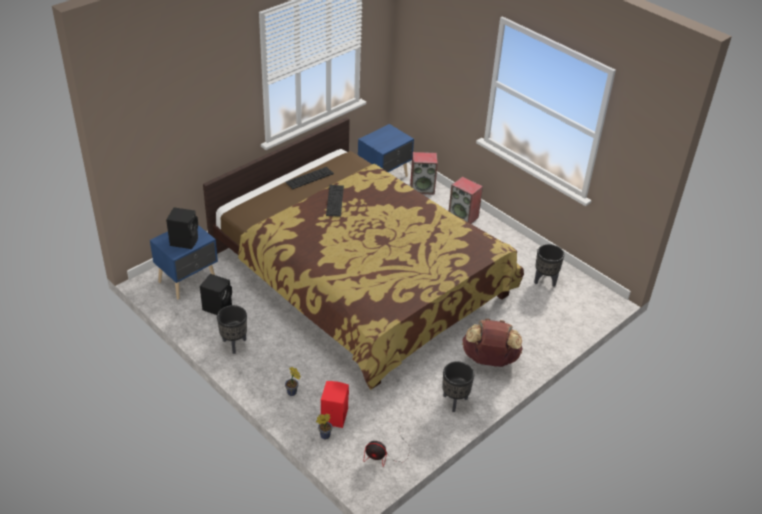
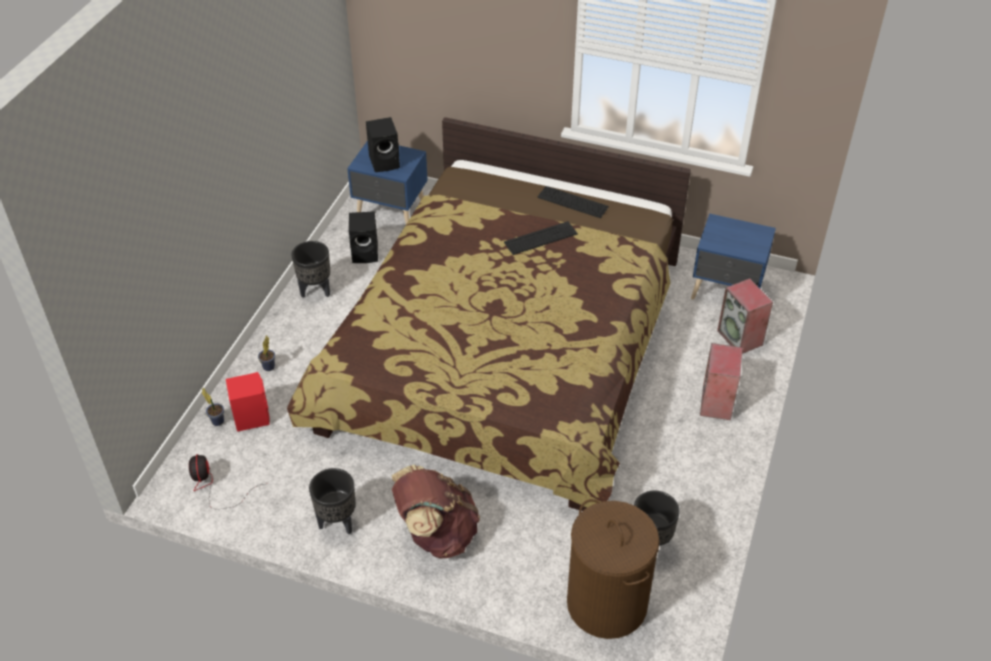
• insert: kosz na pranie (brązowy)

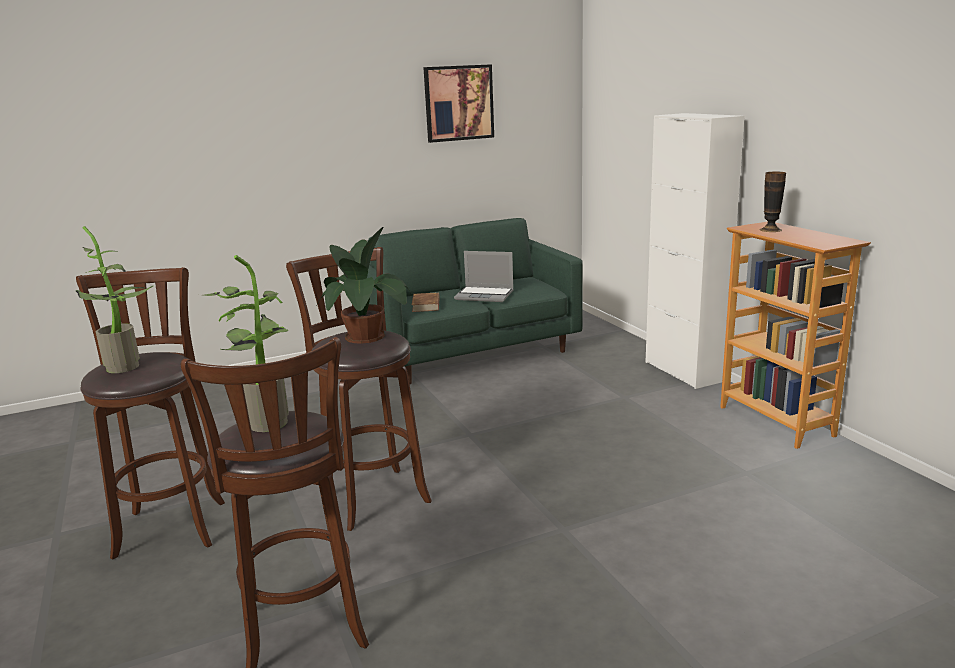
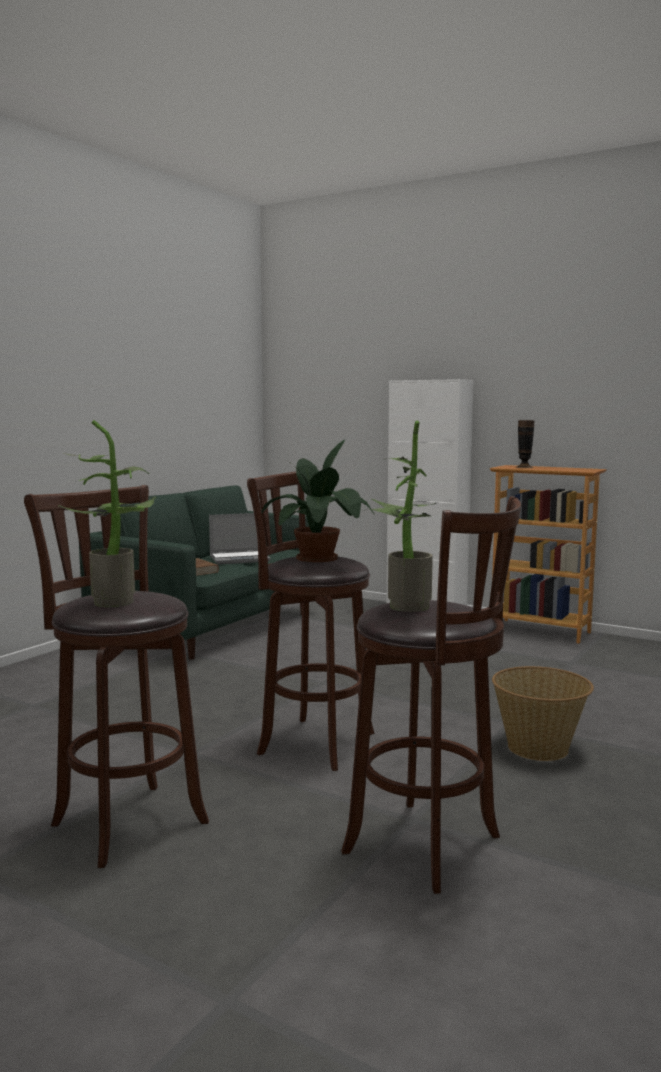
• delete: obraz
• insert: koszyk

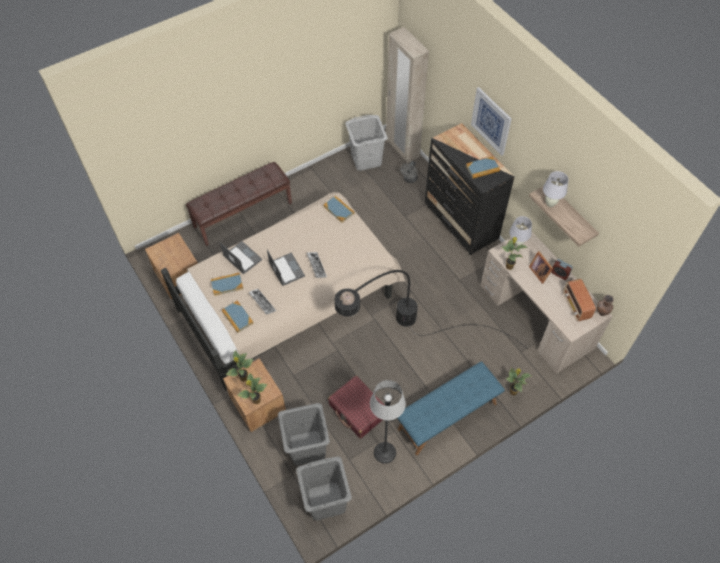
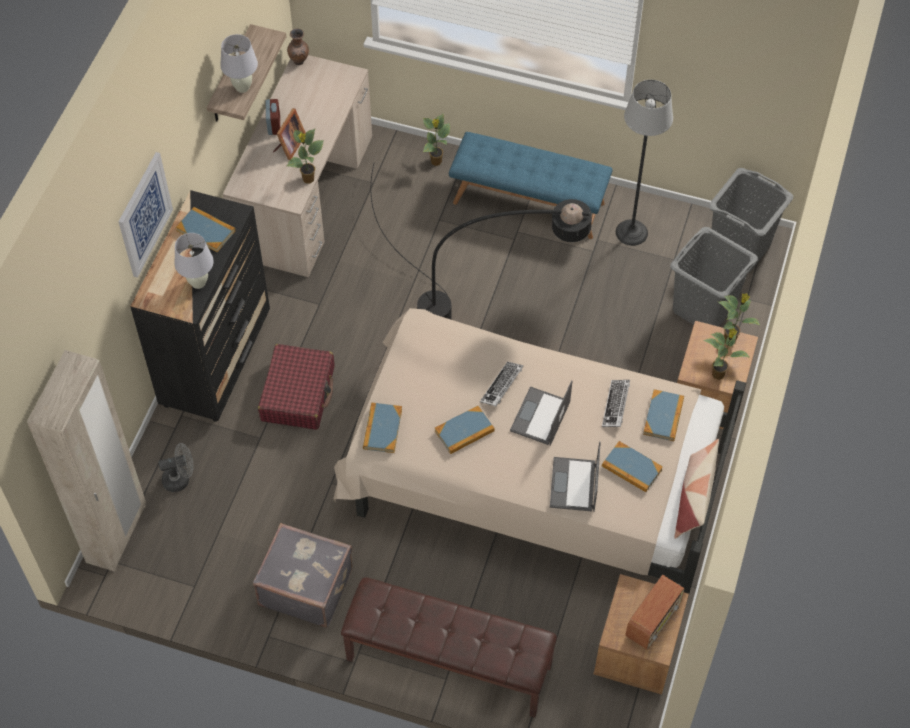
• delete: kosz na pranie (szary) (3rd from left)
• move: lampa stołowa (biały) (1st from left)
• move: radio
• move: walizka (czerwony)
• insert: książka (3rd from left)
• insert: poduszka
• insert: walizka (szary)

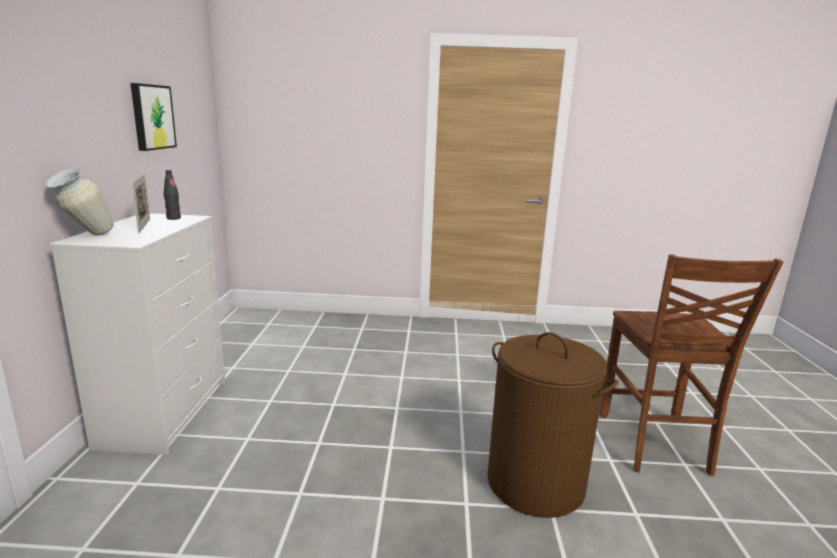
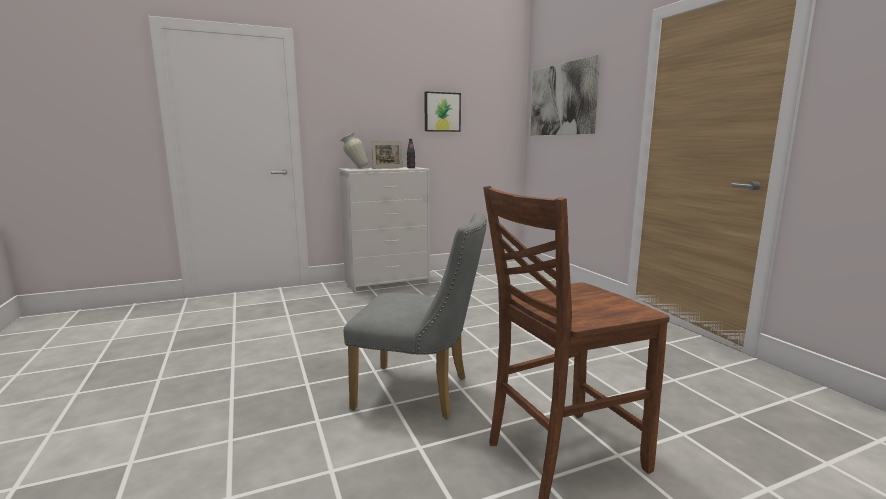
• replace: kosz na pranie (brązowy) to krzesło (szary)
• insert: obraz (2nd from left)

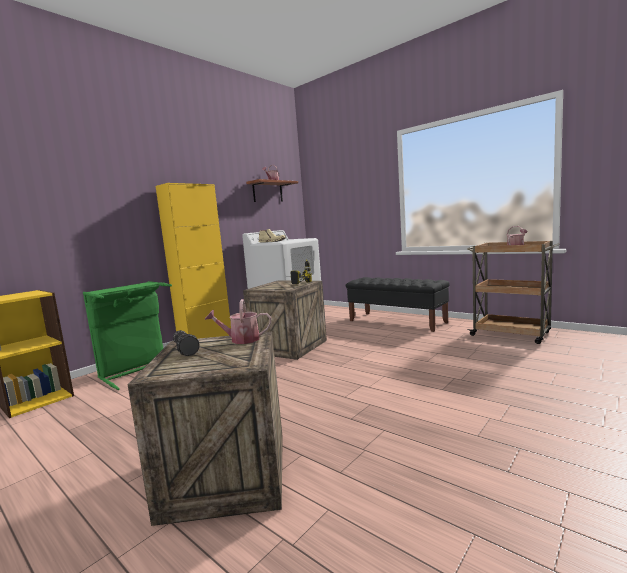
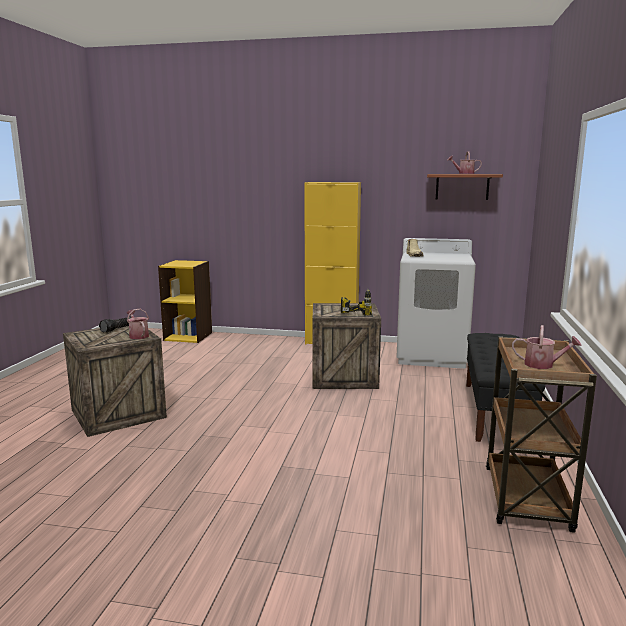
• delete: kosz na pranie (zielony)

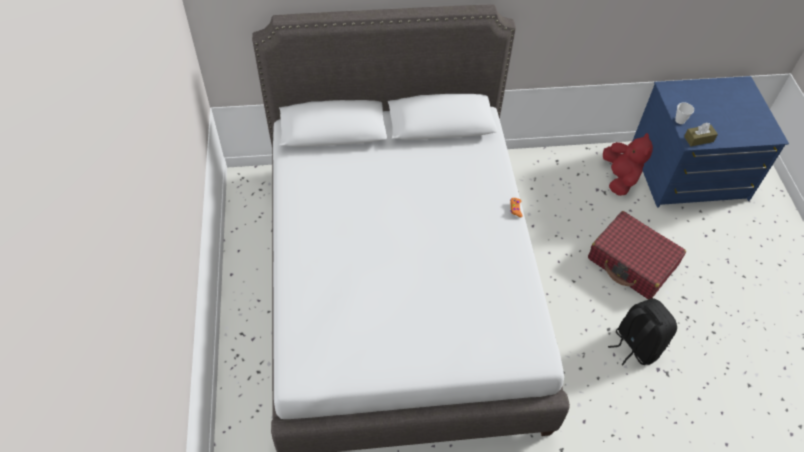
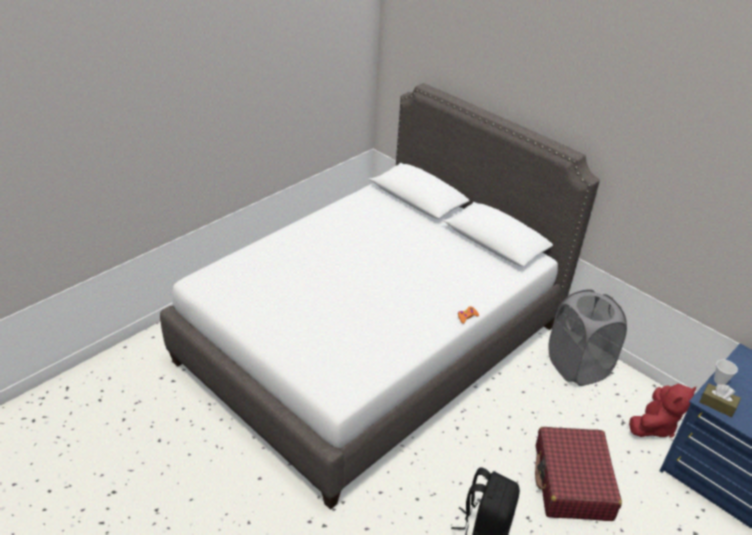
• insert: kosz na pranie (szary)

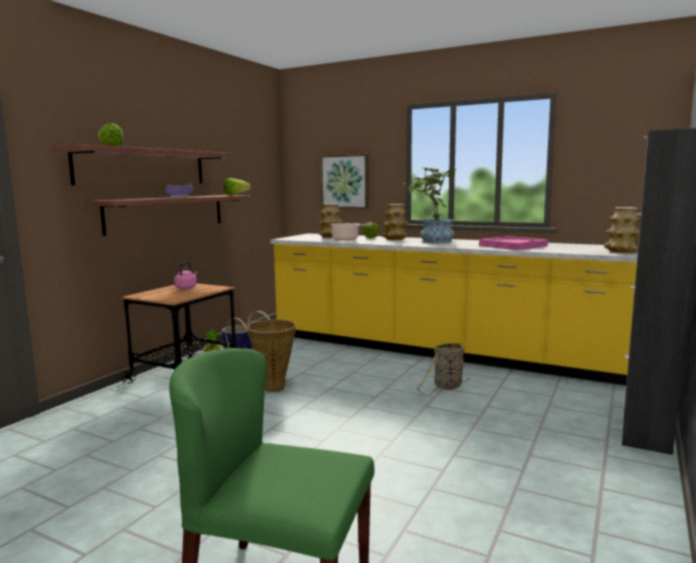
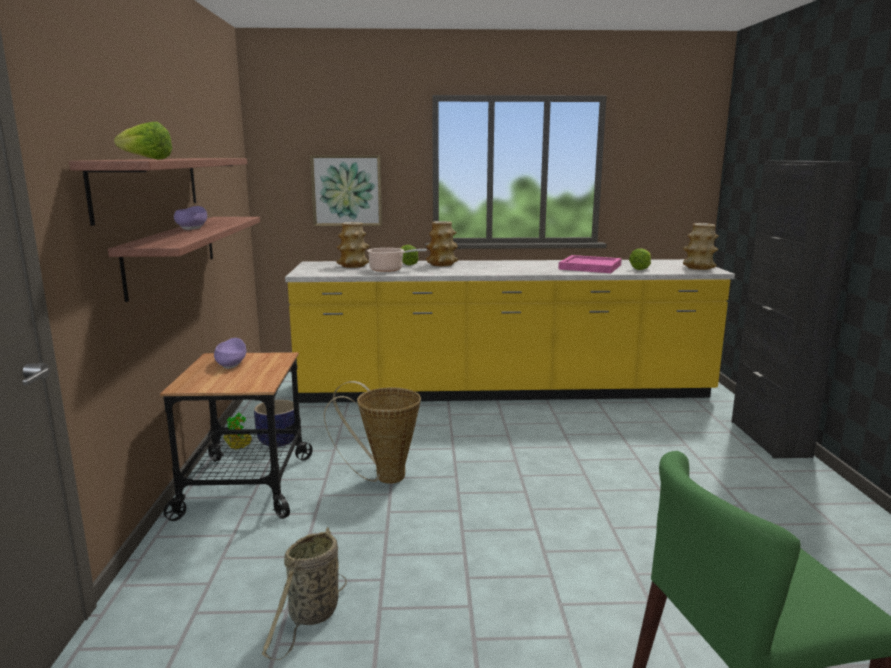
• delete: roślina doniczkowa (2nd from left)
• move: sałata (2nd from left in the first image) to sałata (3rd from left)
• replace: czajnik (różowy) to miska (fioletowy) (2nd from left)
• move: koszyk (2nd from left in the first image) to koszyk (1st from left)

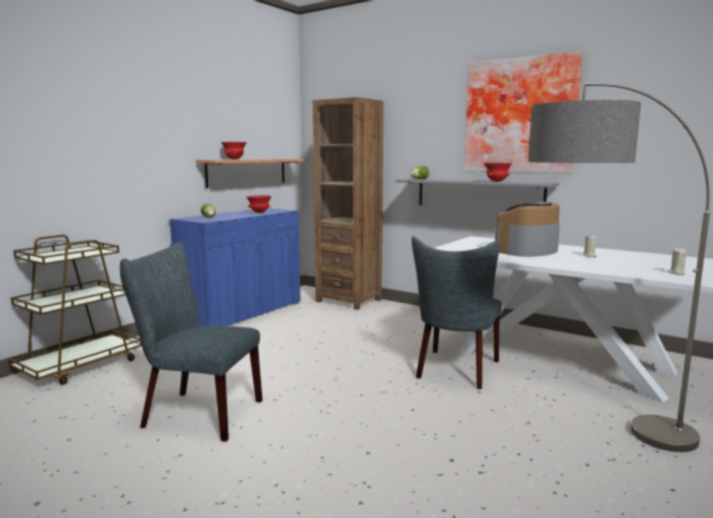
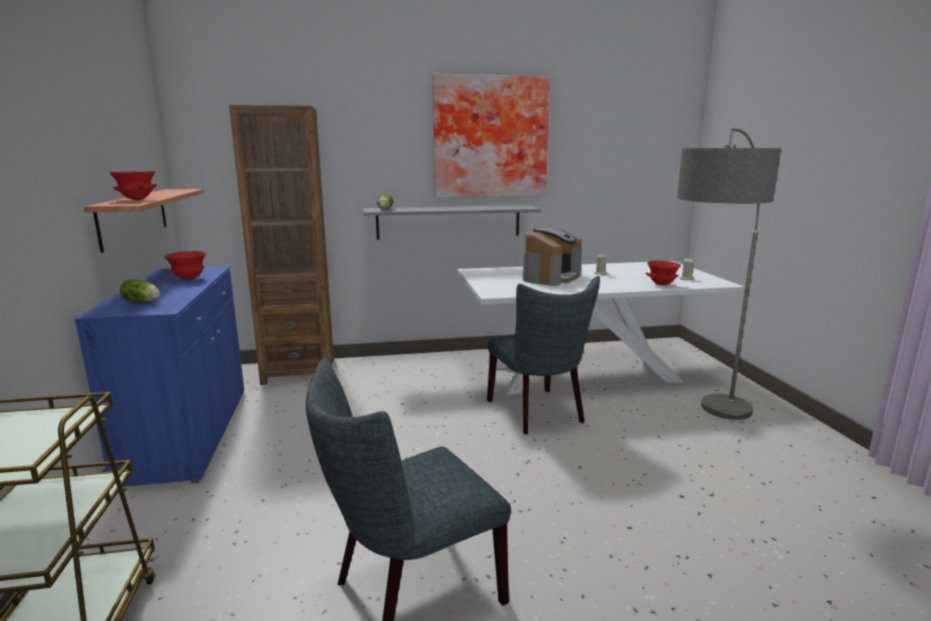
• move: miska (czerwony) (3rd from left)
• rotate: ekspres do kawy 150 degrees counterclockwise

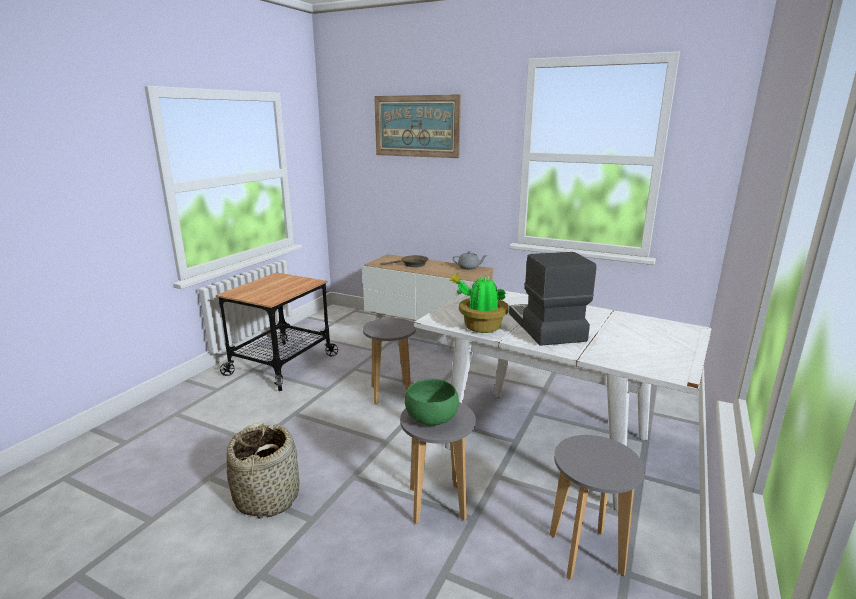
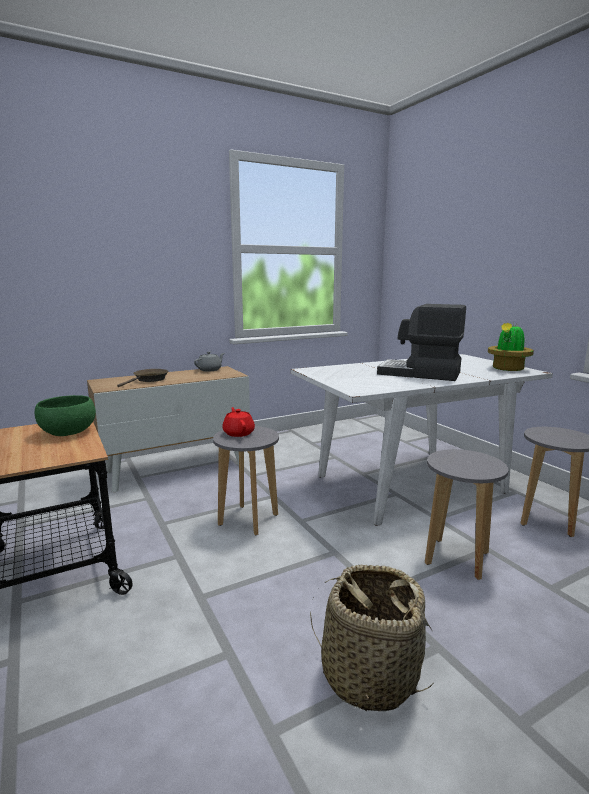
• delete: obraz
• move: roślina doniczkowa
• move: miska (zielony)
• insert: imbryk (czerwony)

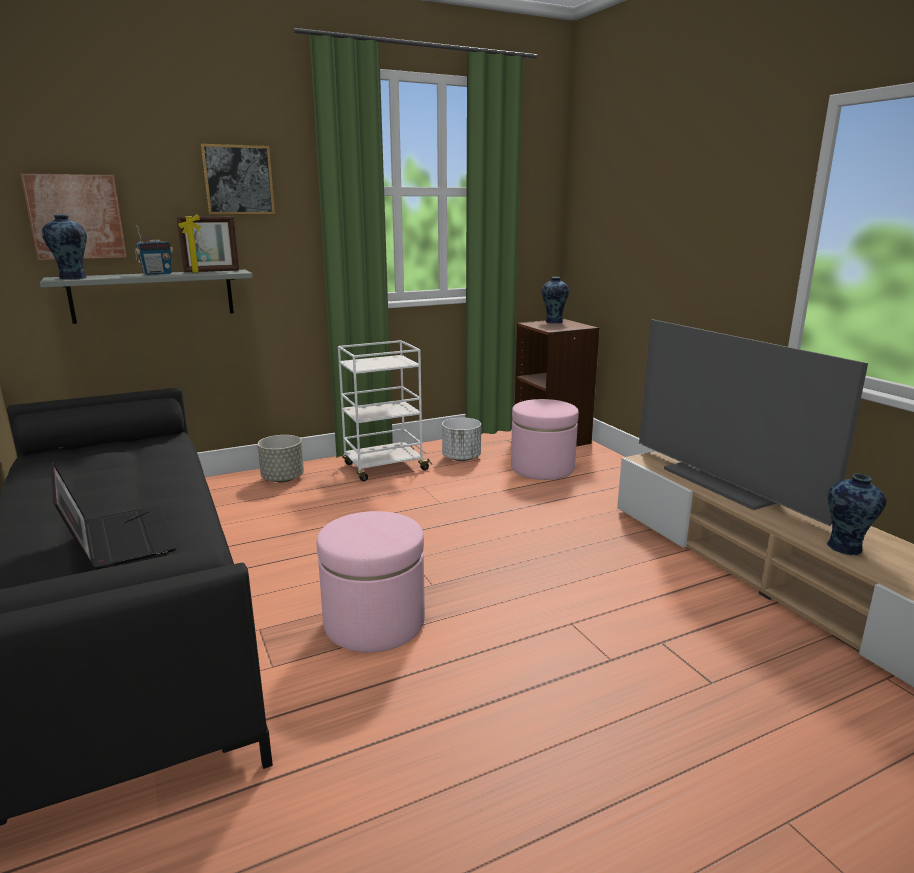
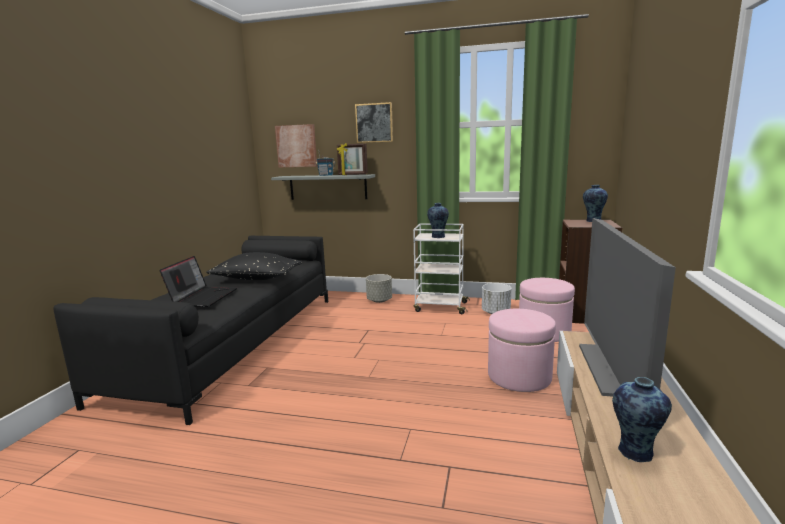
• move: wazon (1st from left)
• move: pufa (różowy) (1st from left)
• insert: poduszka (czarny)

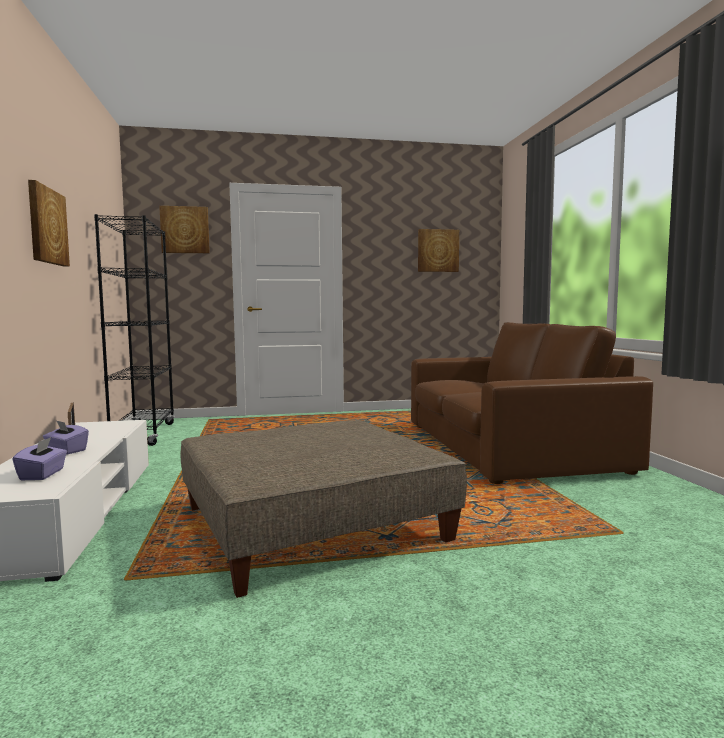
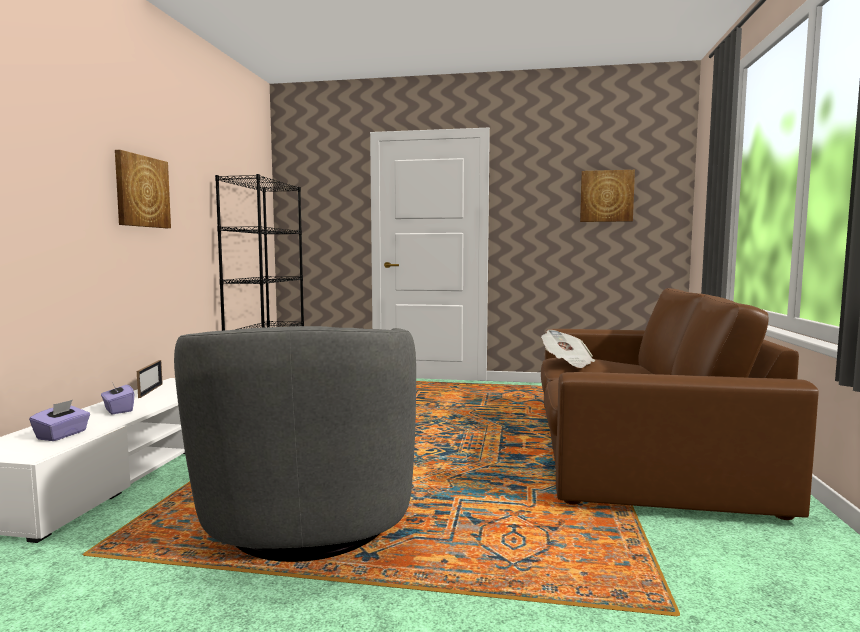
• delete: obraz (2nd from left)
• replace: pufa (beżowy) to fotel (szary)
• insert: gazeta

